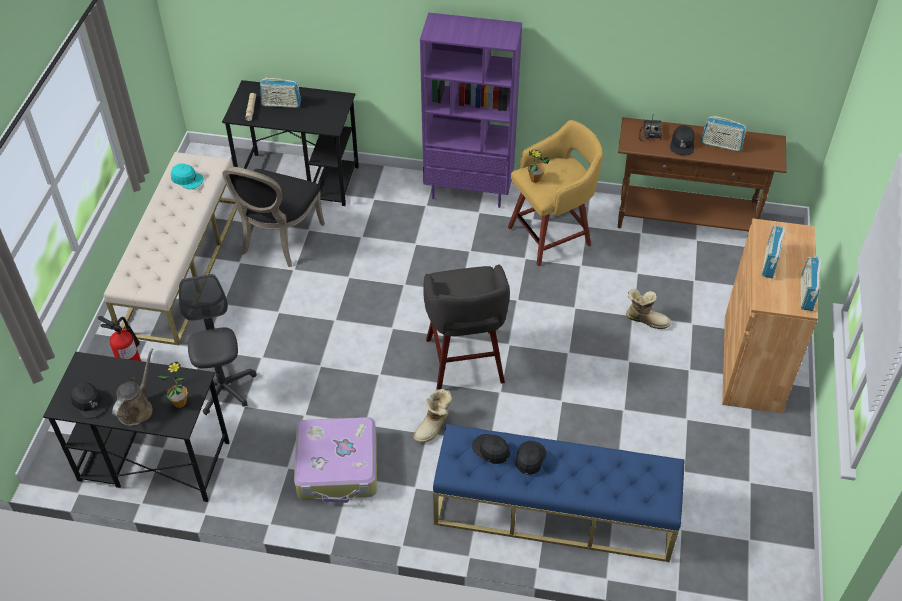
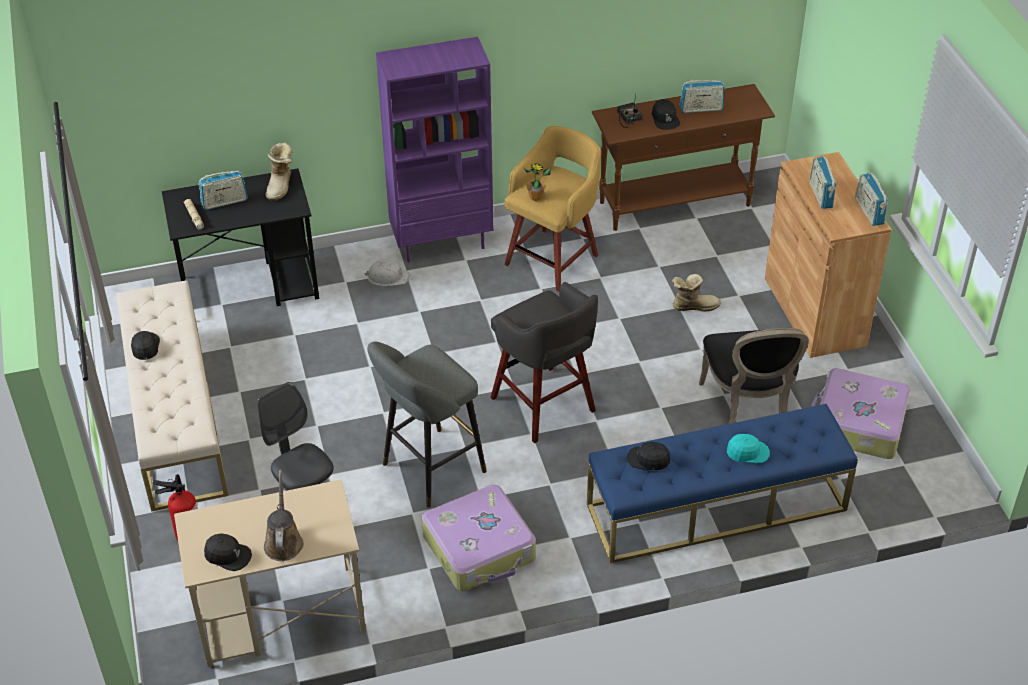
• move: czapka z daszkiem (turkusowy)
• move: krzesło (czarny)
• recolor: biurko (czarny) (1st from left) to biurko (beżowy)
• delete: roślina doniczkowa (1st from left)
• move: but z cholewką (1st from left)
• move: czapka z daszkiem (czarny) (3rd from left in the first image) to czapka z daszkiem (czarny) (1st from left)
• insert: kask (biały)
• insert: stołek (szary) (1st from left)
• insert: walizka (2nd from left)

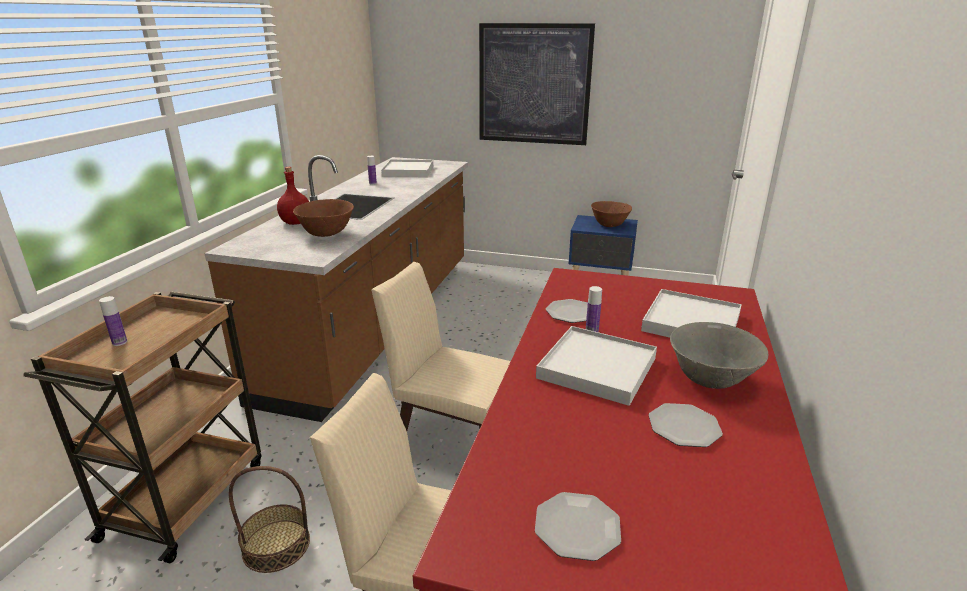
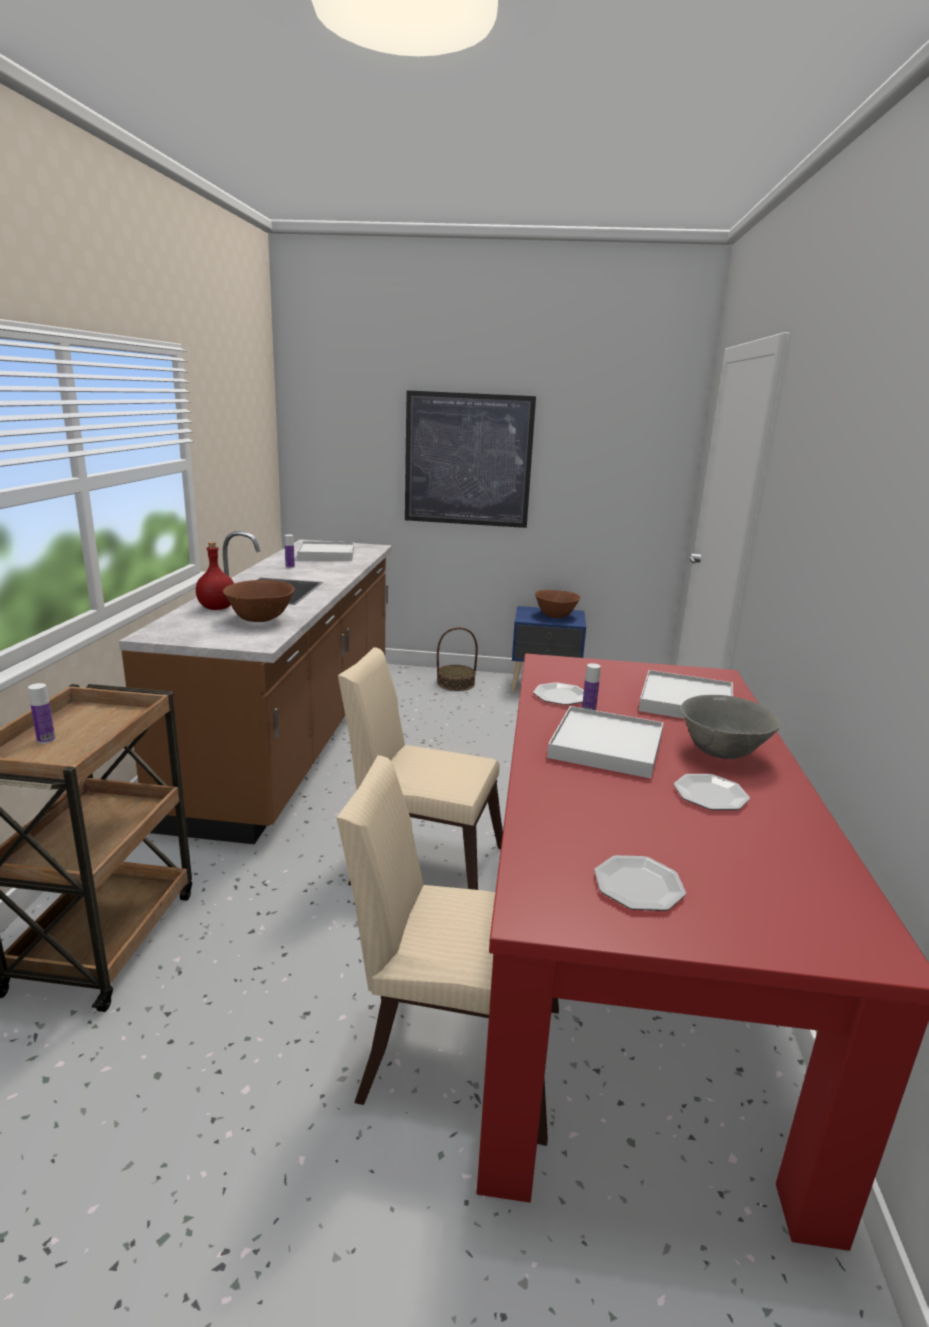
• move: koszyk

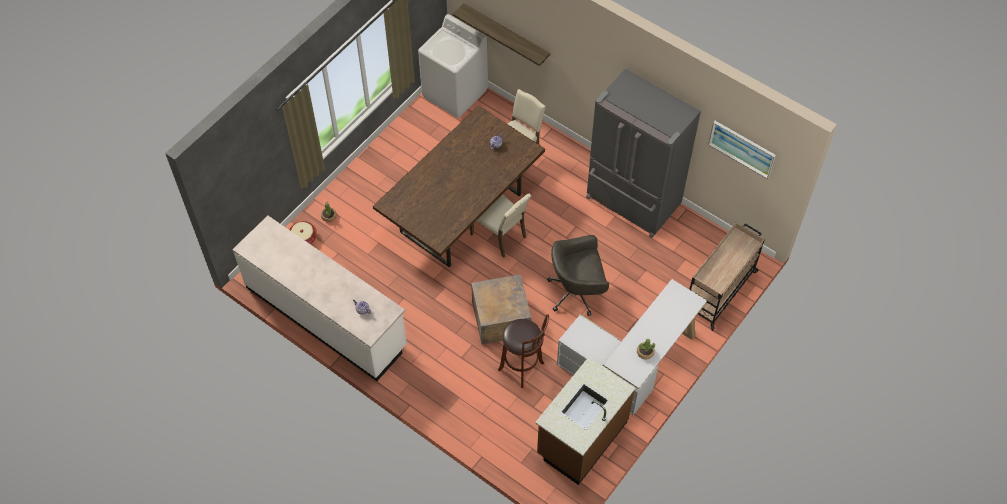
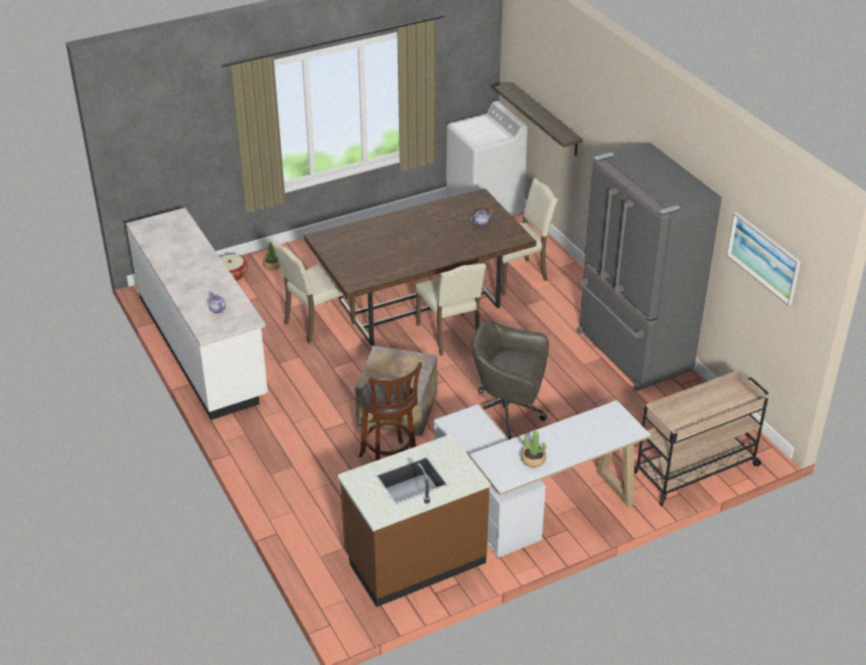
• insert: krzesło (beżowy) (1st from left)

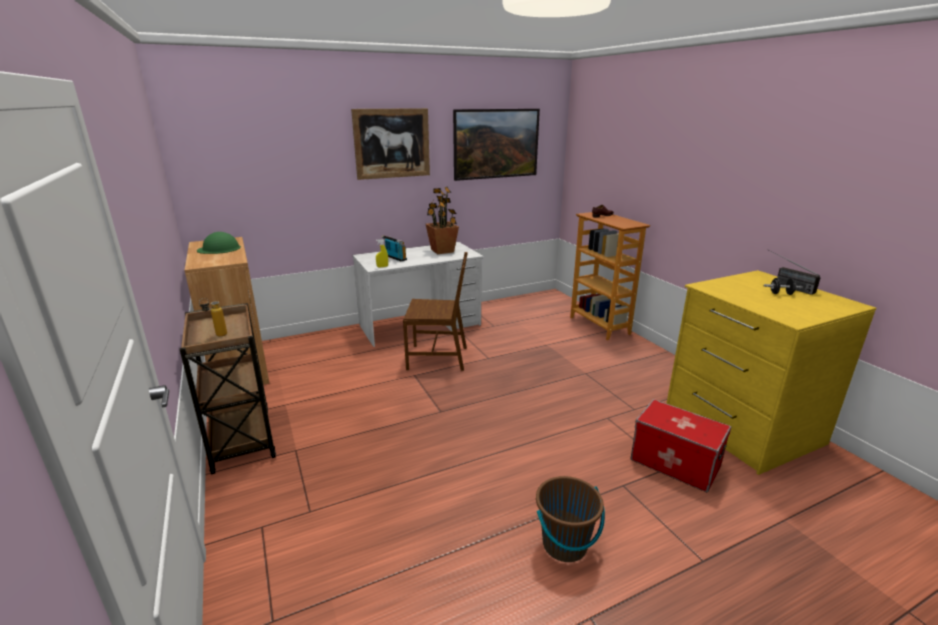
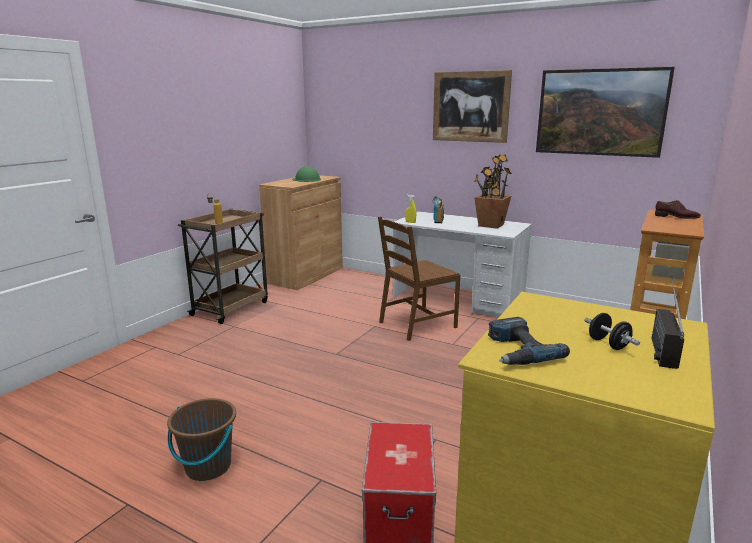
• rotate: krzesło (brązowy) 90 degrees clockwise
• insert: wiertarka

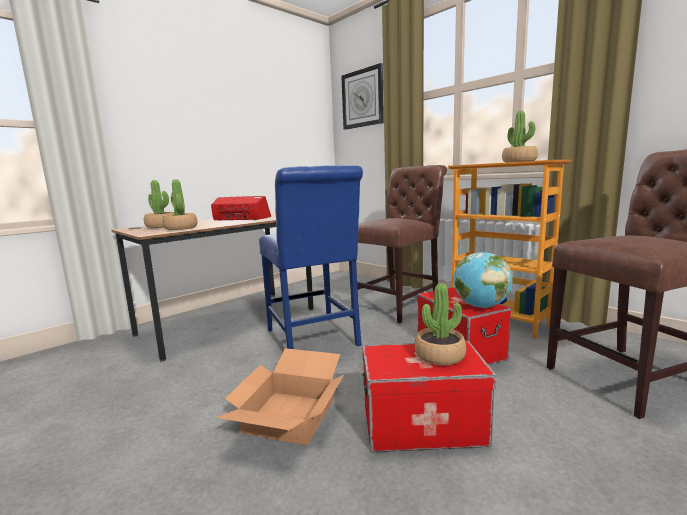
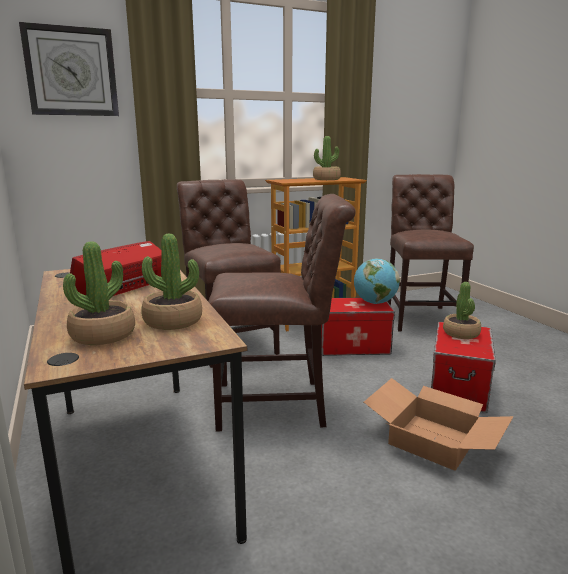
• recolor: krzesło (niebieski) to krzesło (brązowy) (2nd from left)

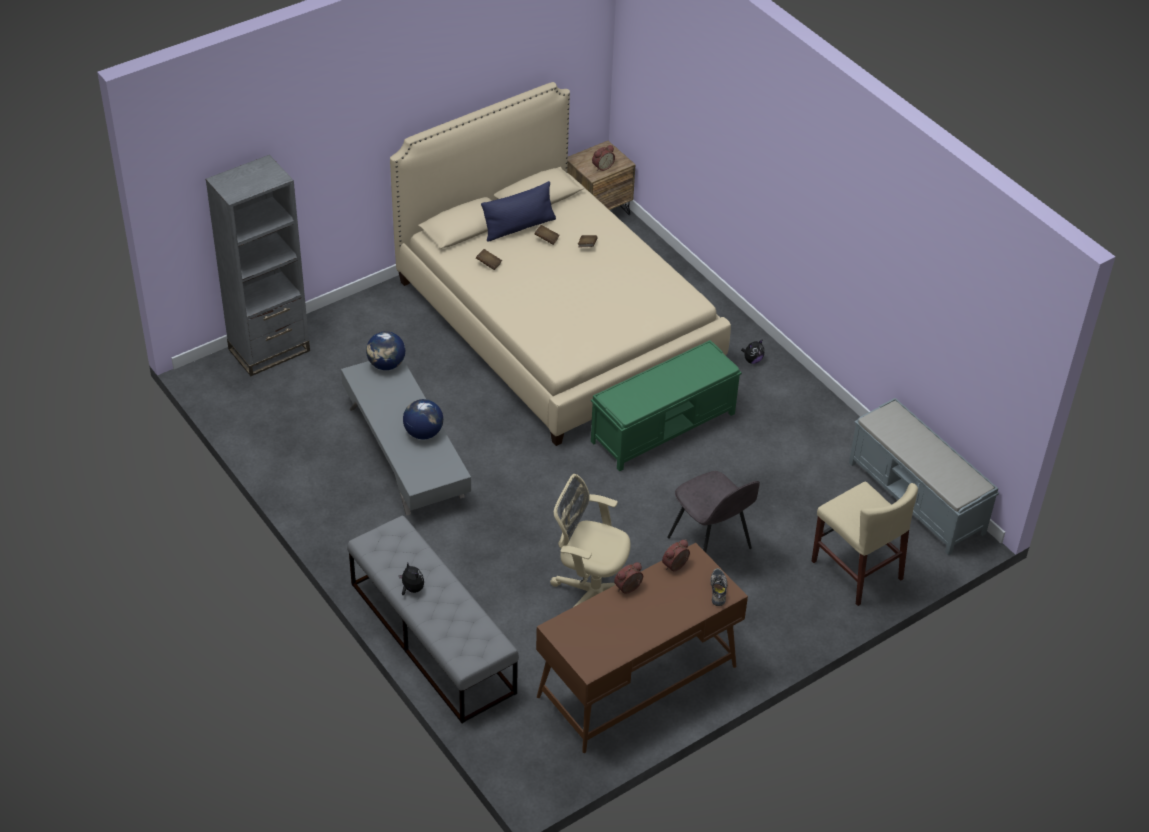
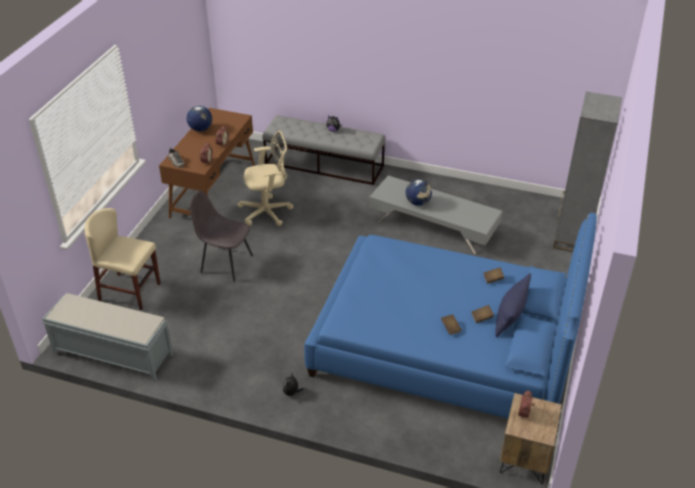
• recolor: łóżko (beżowy) to łóżko (niebieski)
• move: globus (1st from left)
• delete: ławka (zielony)

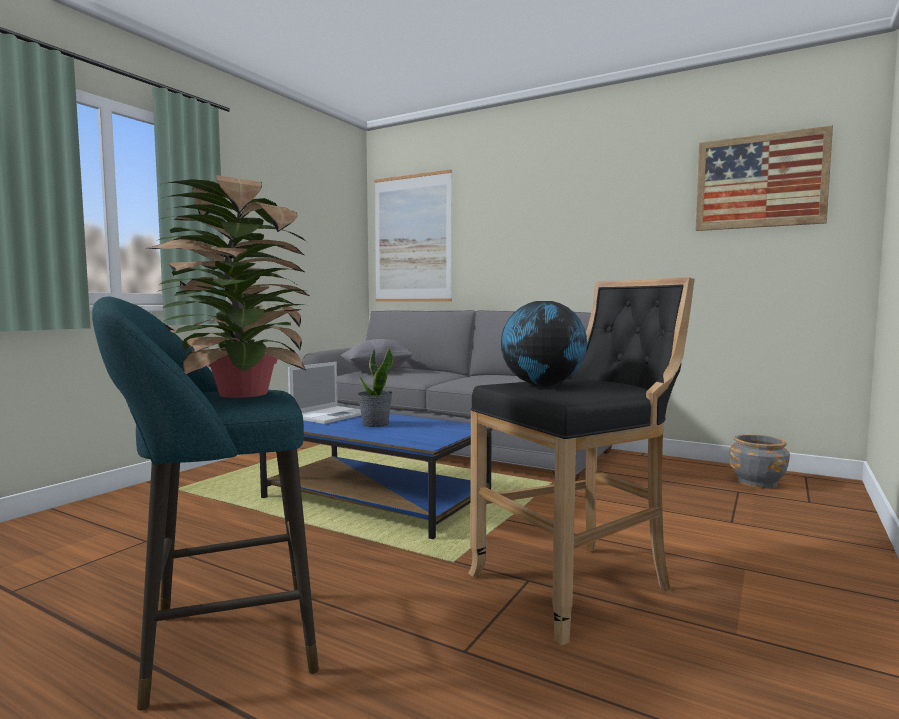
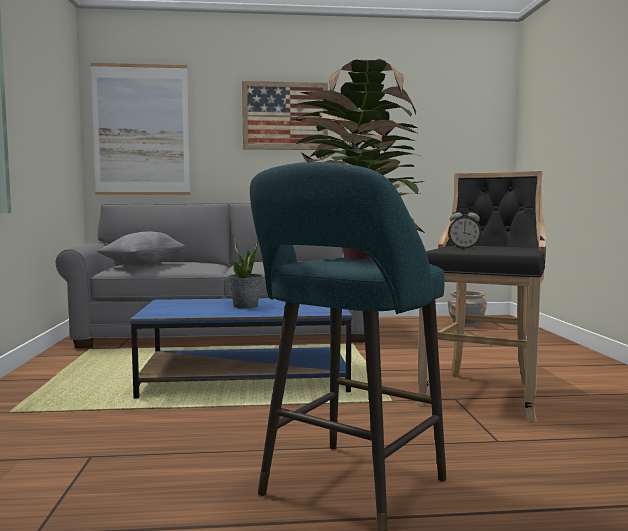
• move: obraz (2nd from left)
• replace: globus to budzik
• delete: laptop

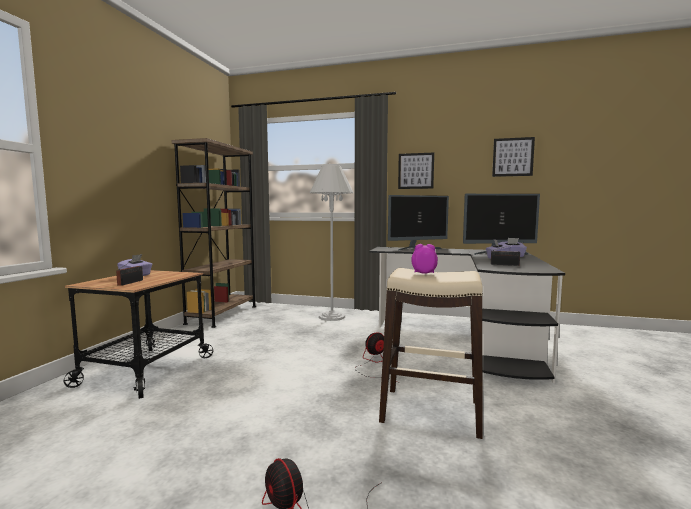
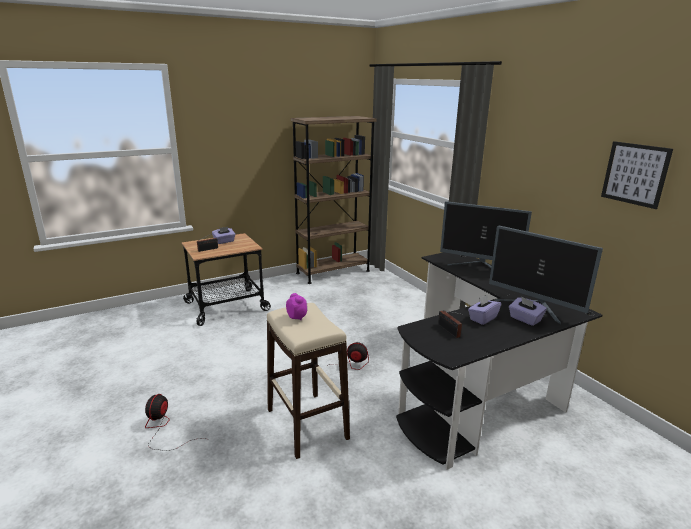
• delete: obraz (1st from left)
• delete: lampa stojąca (biały)

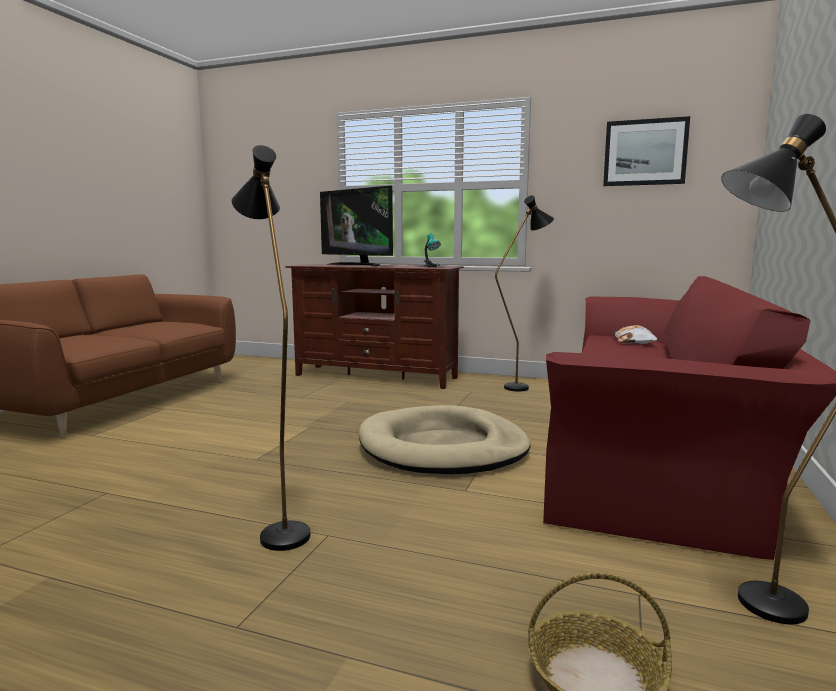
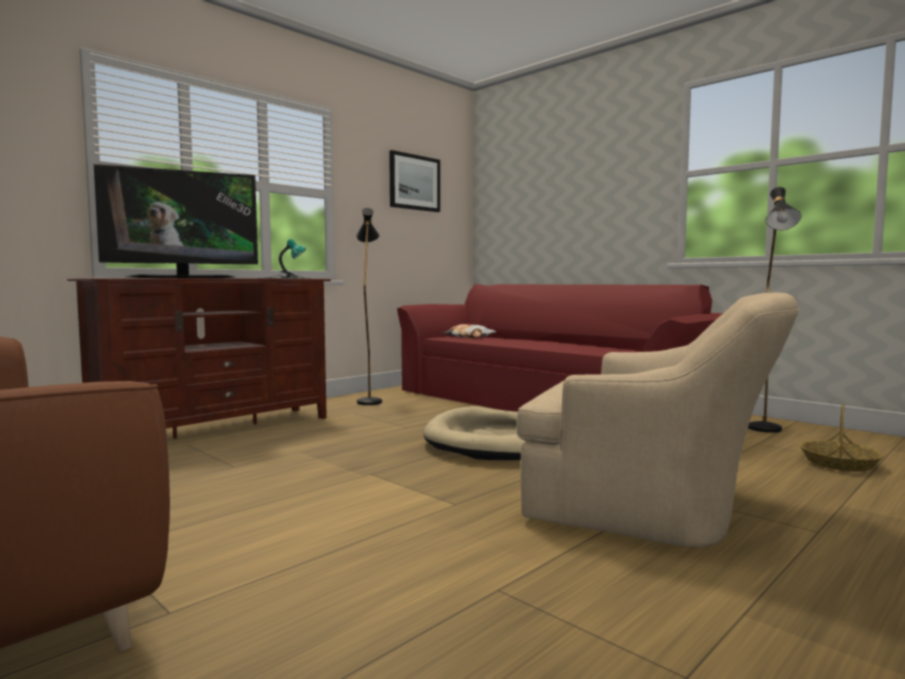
• replace: lampa stojąca (czarny) (1st from left) to fotel (beżowy)

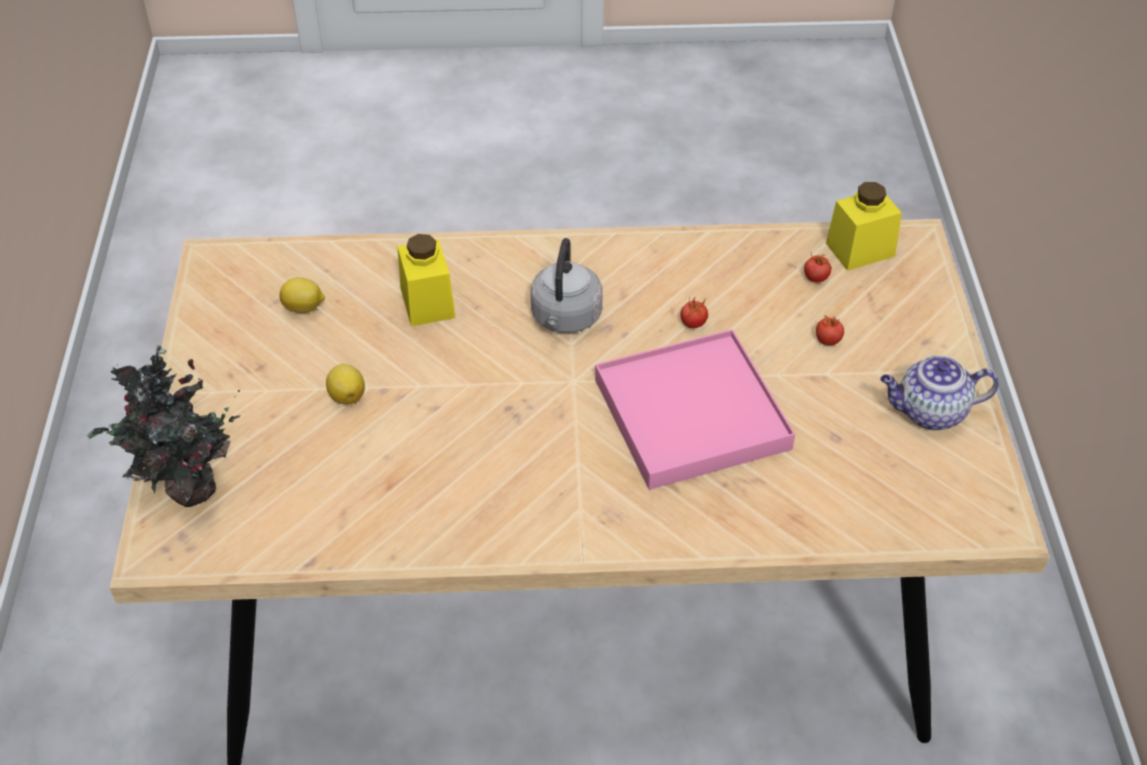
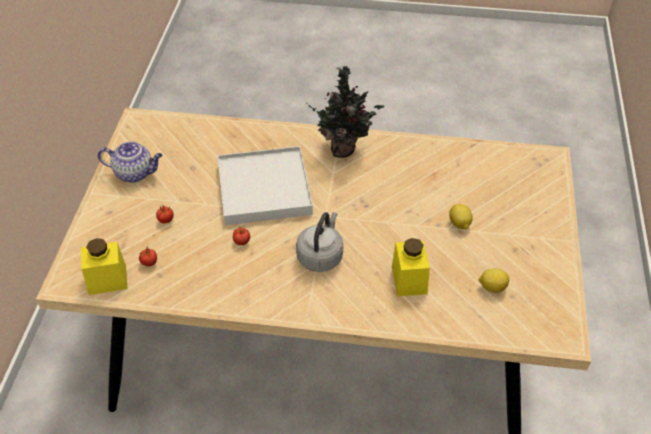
• recolor: taca (różowy) to taca (biały)
• move: roślina doniczkowa

